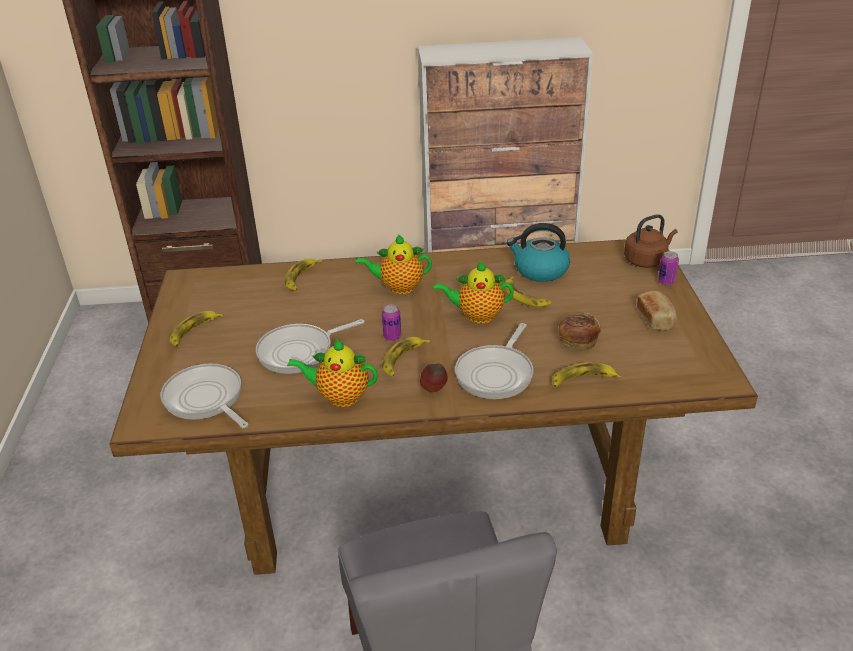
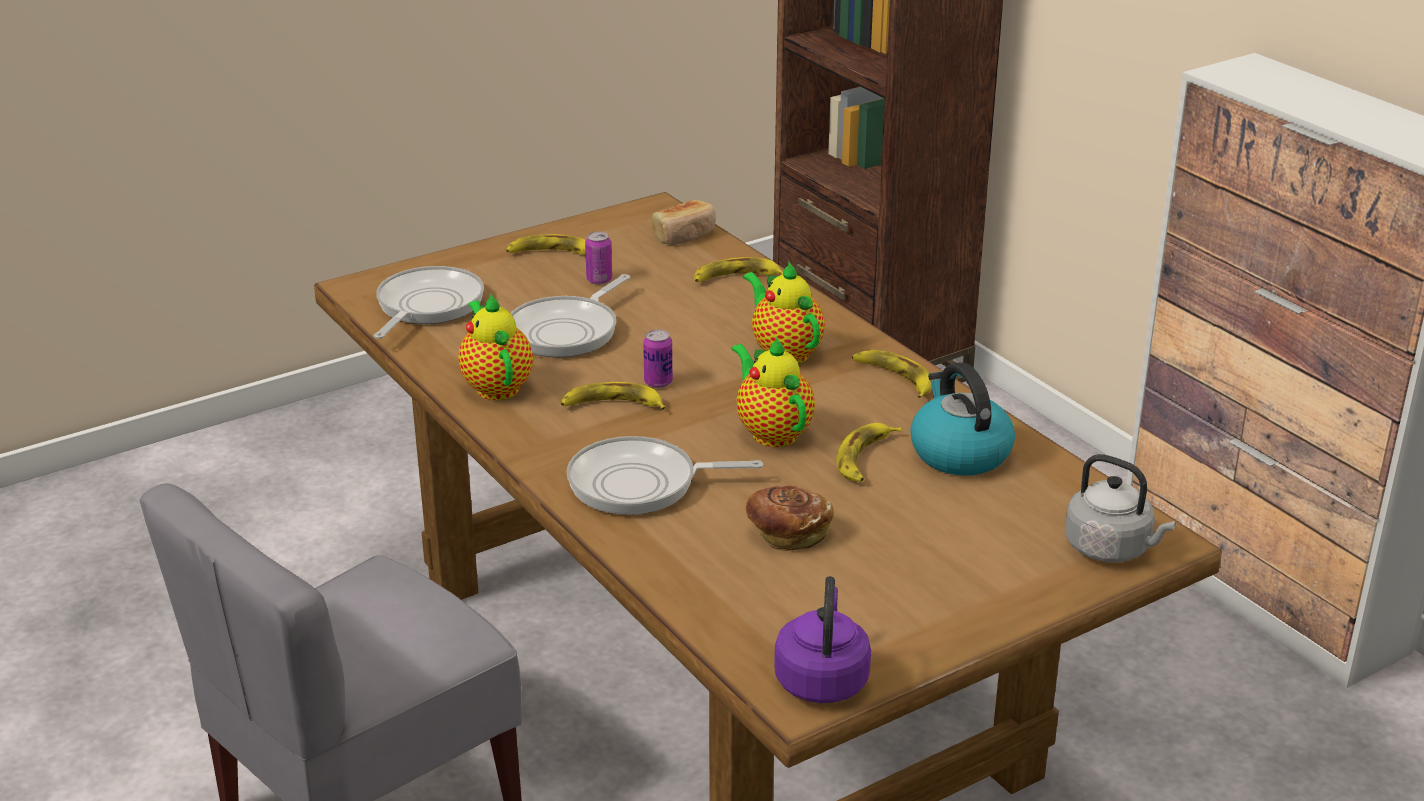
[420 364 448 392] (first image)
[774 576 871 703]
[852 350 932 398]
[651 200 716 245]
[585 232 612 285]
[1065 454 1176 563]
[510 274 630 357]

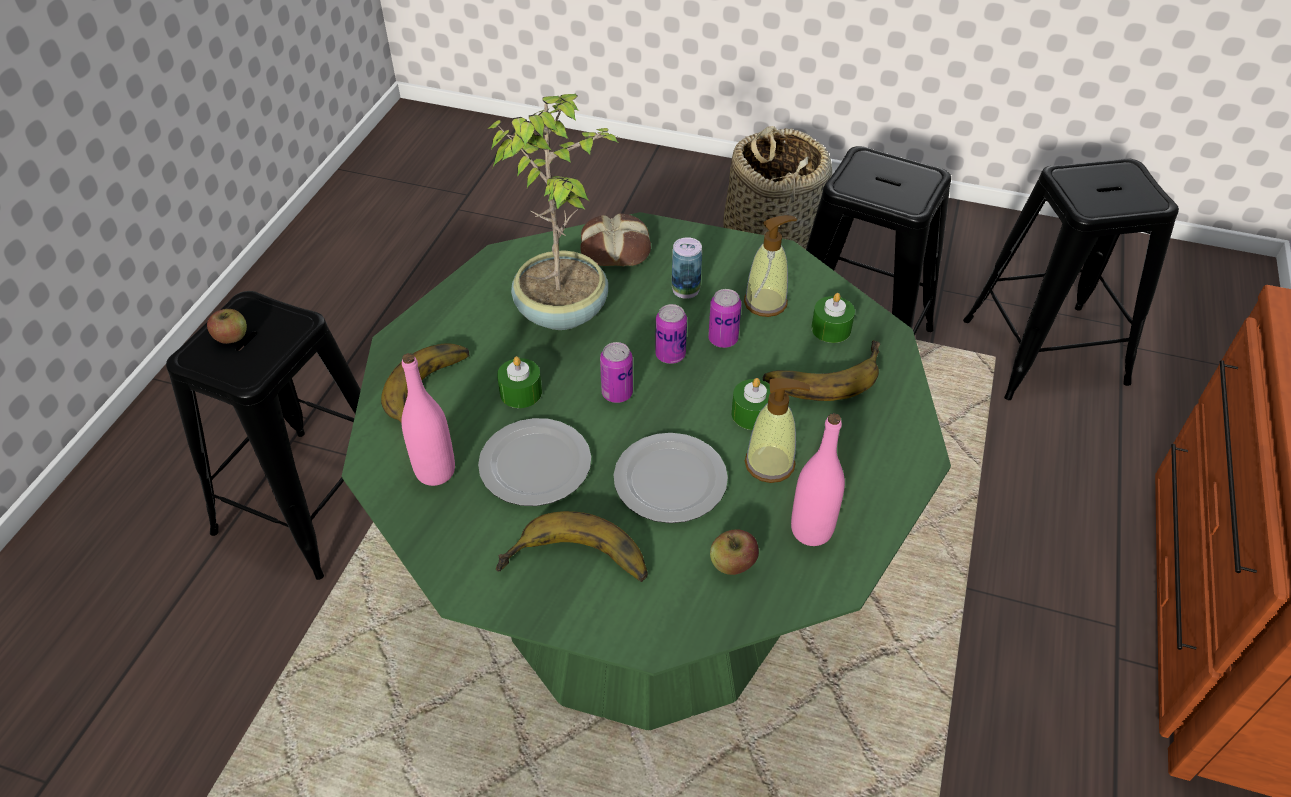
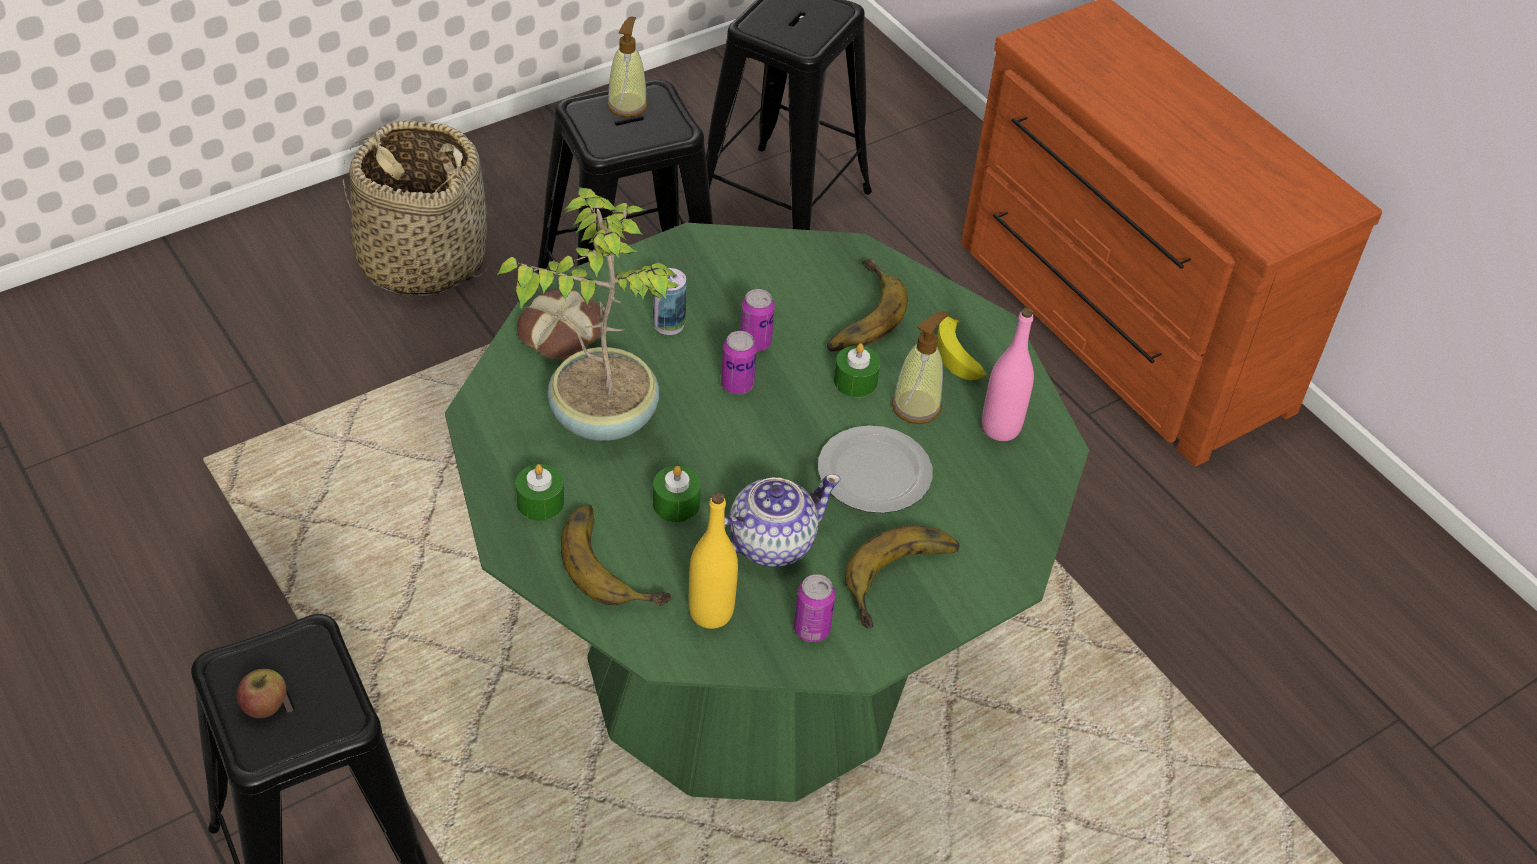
[710 529 759 575] (first image)
[937 317 987 380]
[794 574 836 642]
[607 16 648 117]
[515 464 564 521]
[724 474 841 567]
[689 493 738 629]

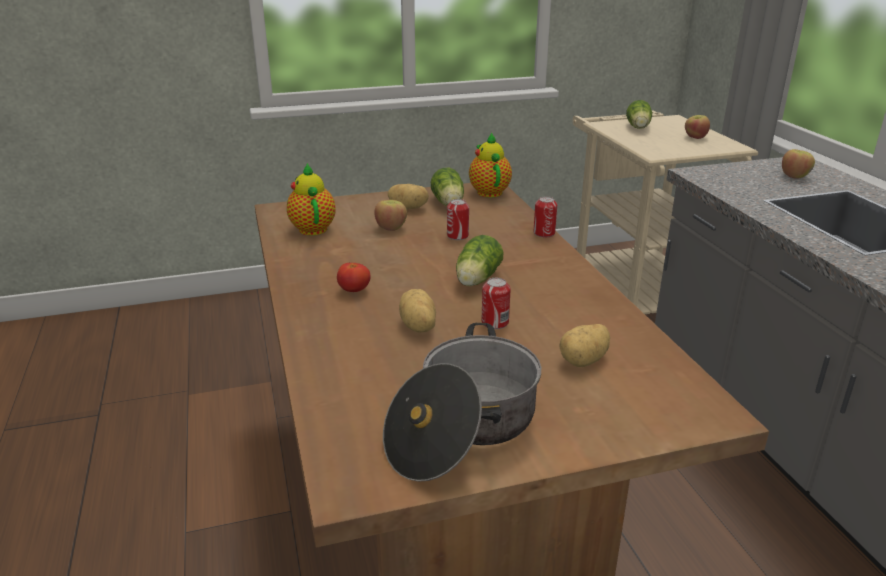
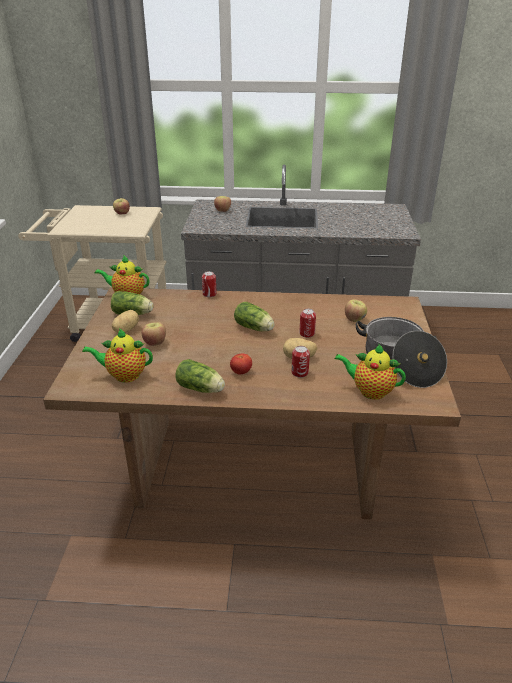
[335 343 406 400]
[291 346 310 378]
[175 359 225 393]
[345 299 367 322]

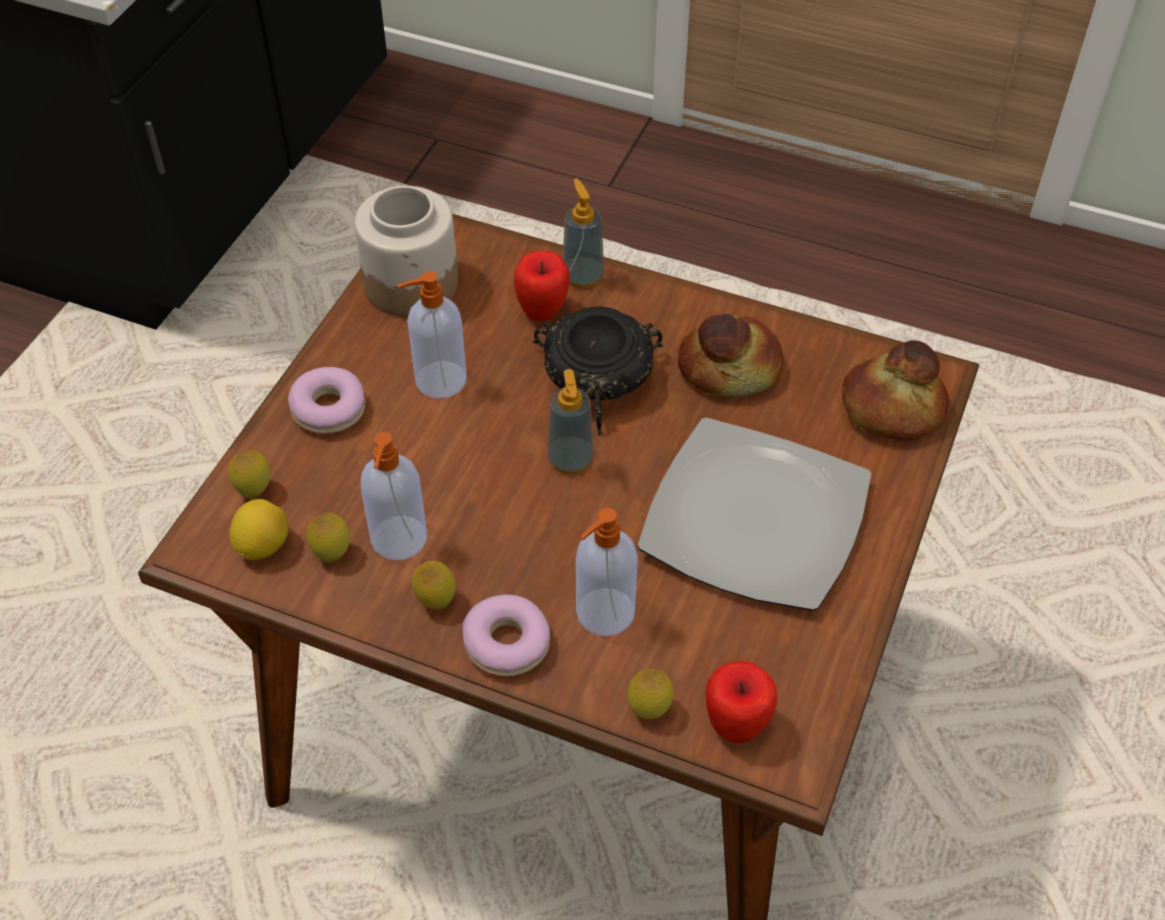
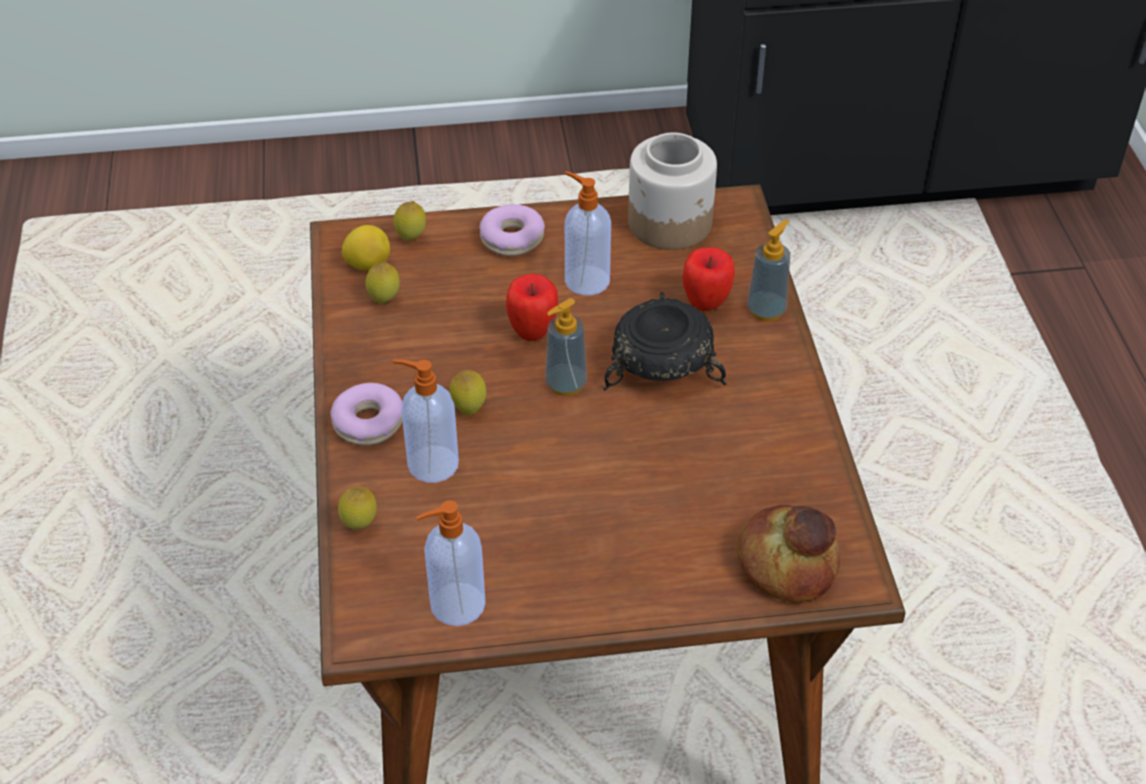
[638 417 871 611] (first image)
[678 314 783 397] (first image)
[416 500 486 626]
[450 370 486 415]
[506 274 558 341]

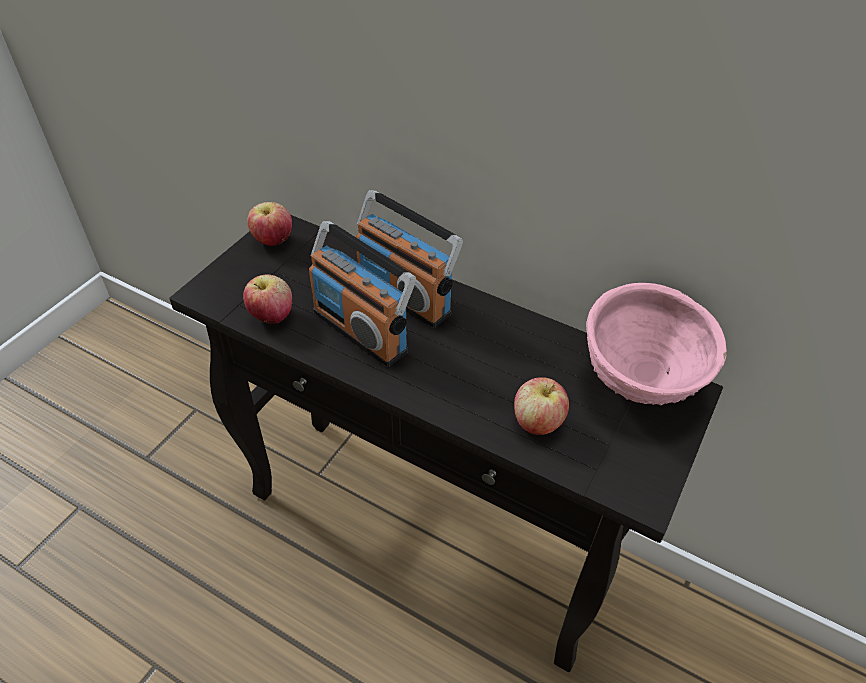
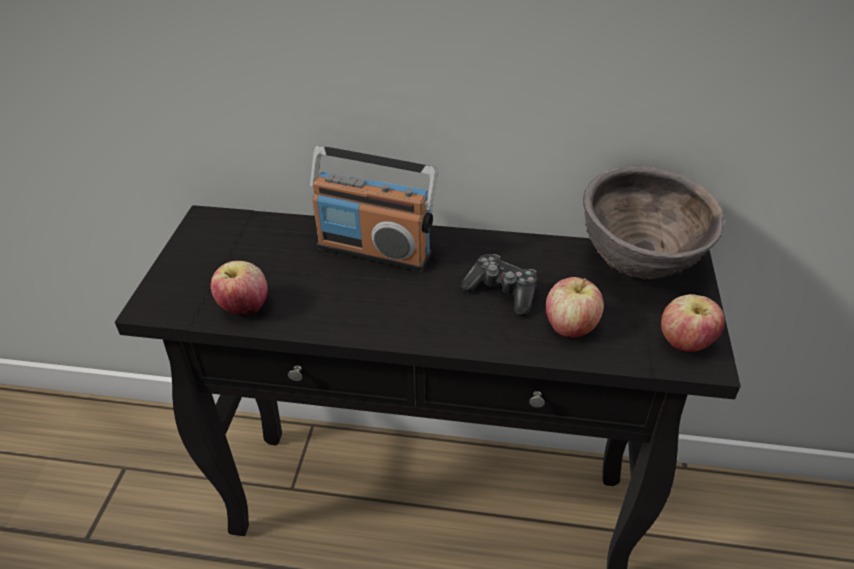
[309 221 416 367] (first image)
[460 254 537 316]
[661 294 725 352]
[583 165 724 280]

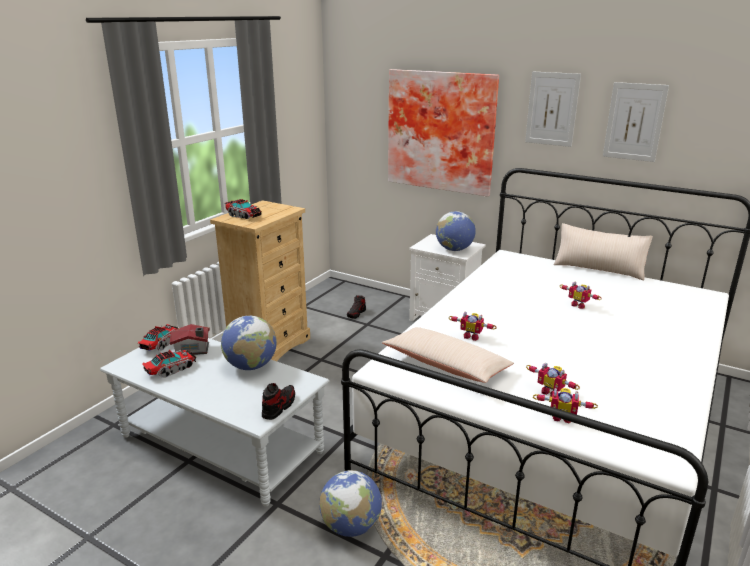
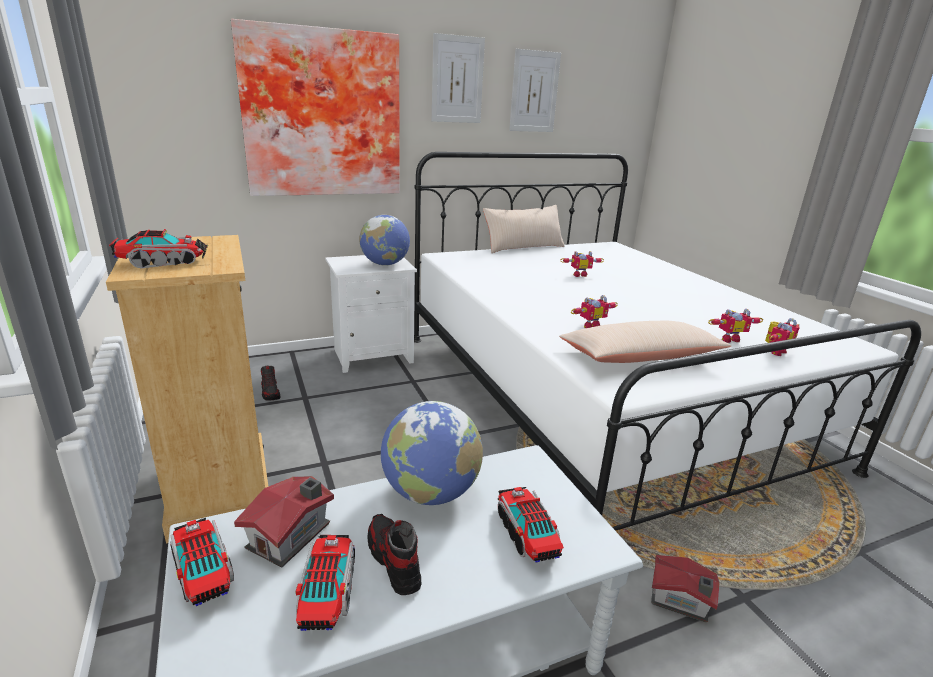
[498 487 564 563]
[367 514 422 595]
[651 555 719 623]

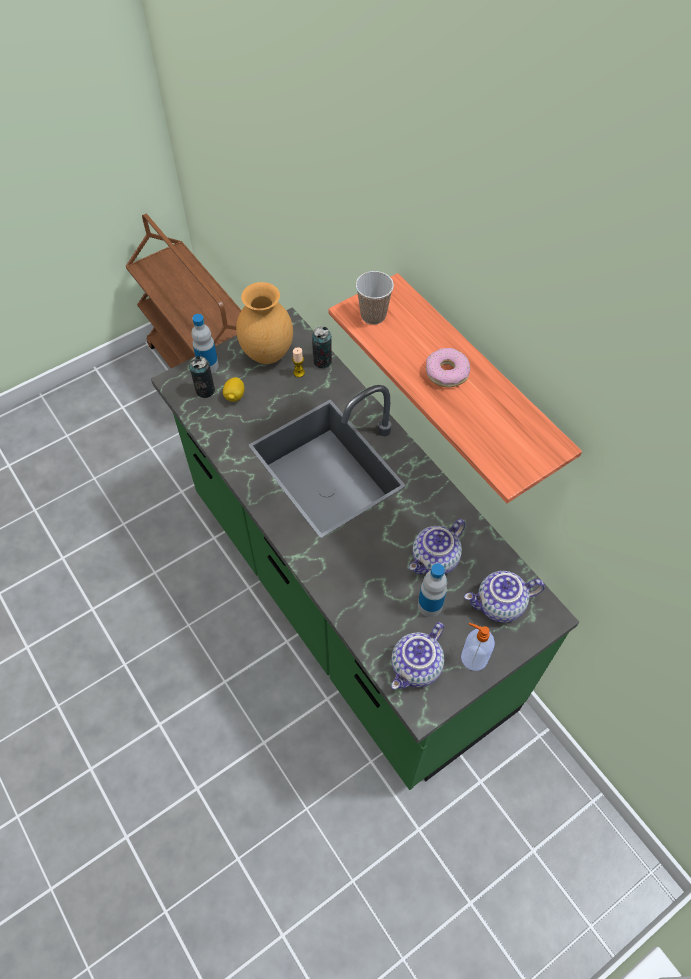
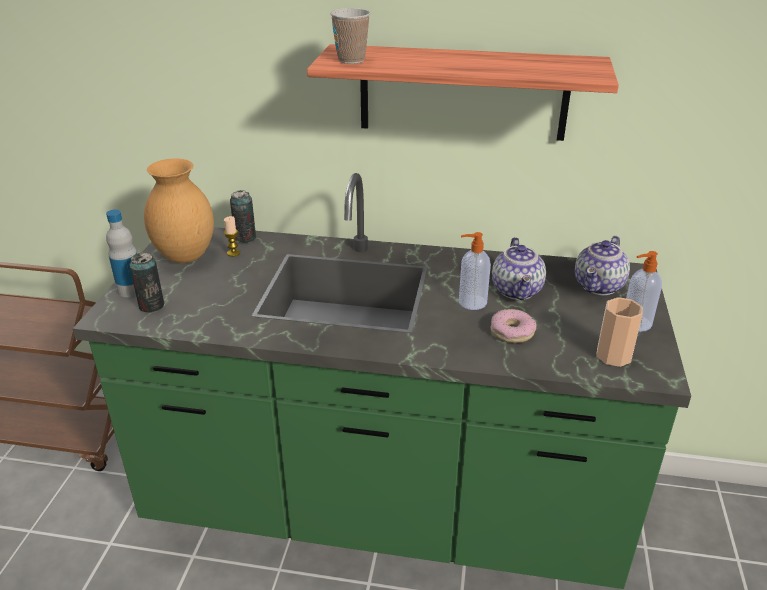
[223 377 245 402] (first image)
[418 563 447 617] (first image)
[459 232 491 310]
[491 309 536 343]
[596 297 643 367]

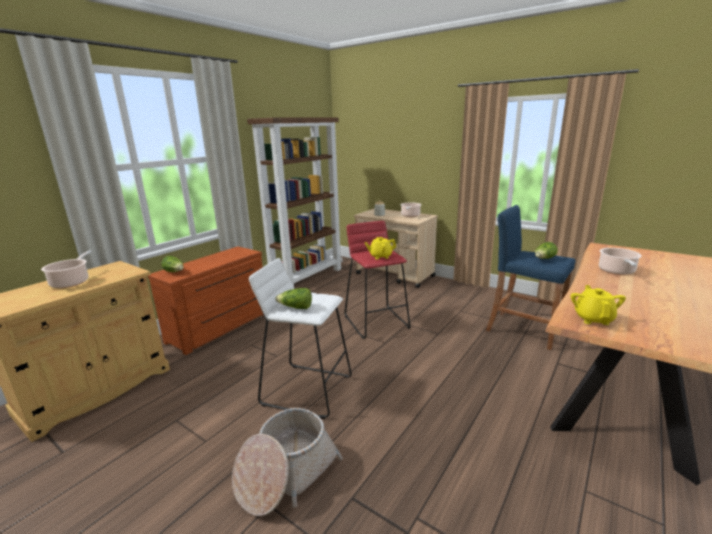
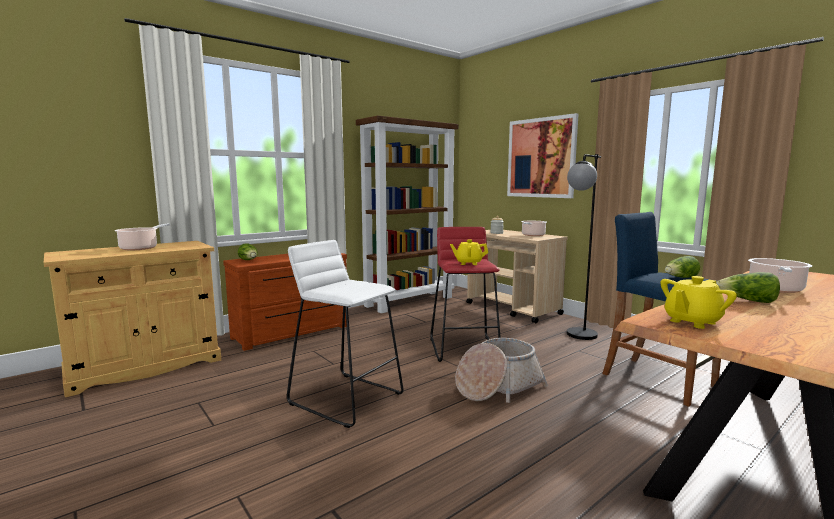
[507 113 579 198]
[567 154 601 340]
[455 338 548 403]
[716 272 780 303]
[660 276 737 329]

